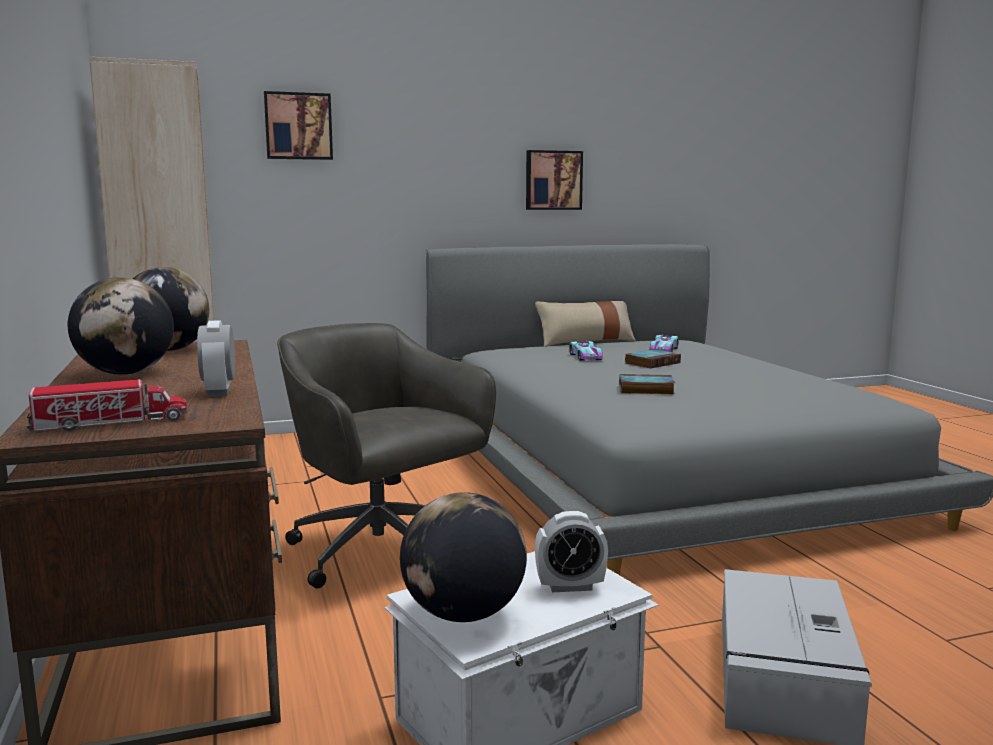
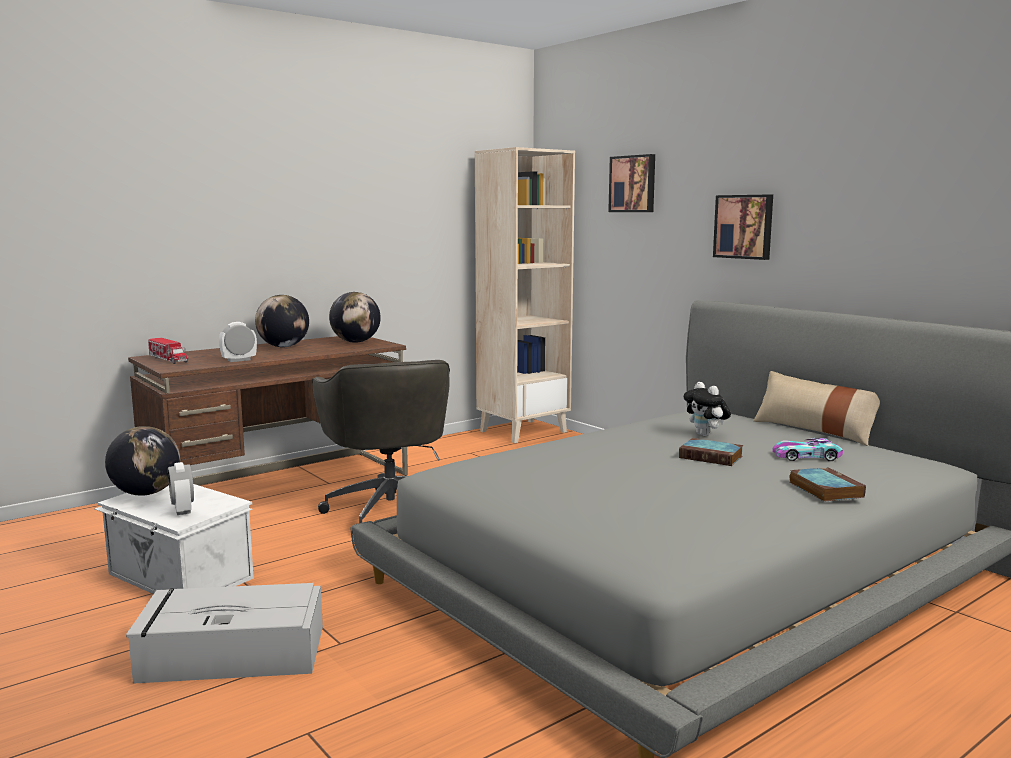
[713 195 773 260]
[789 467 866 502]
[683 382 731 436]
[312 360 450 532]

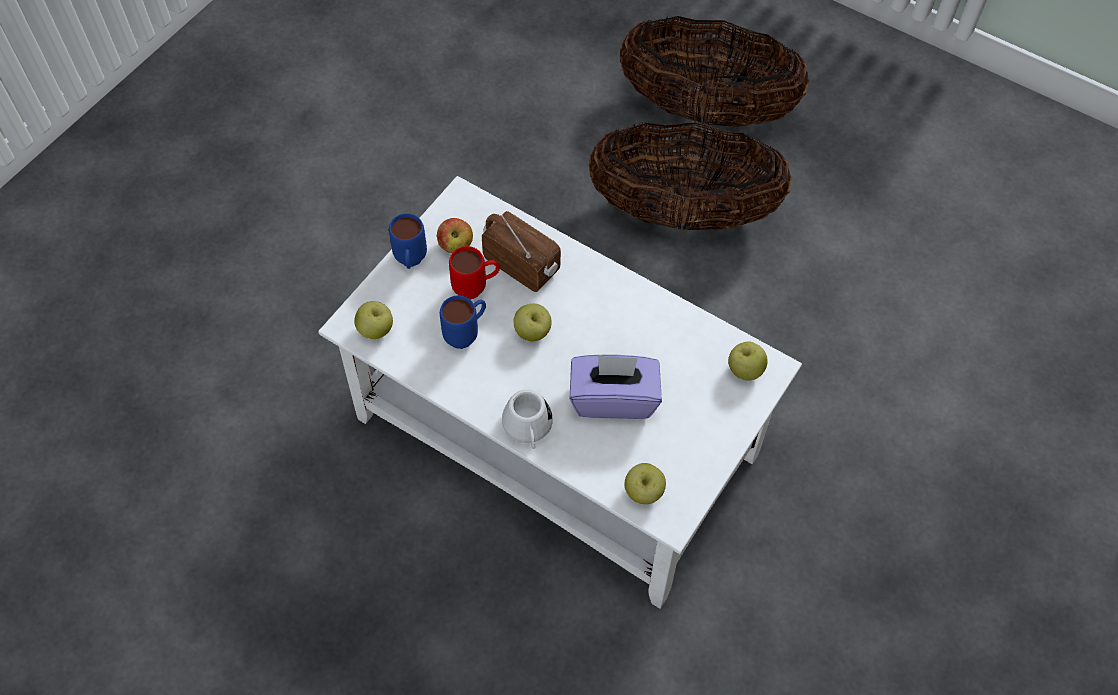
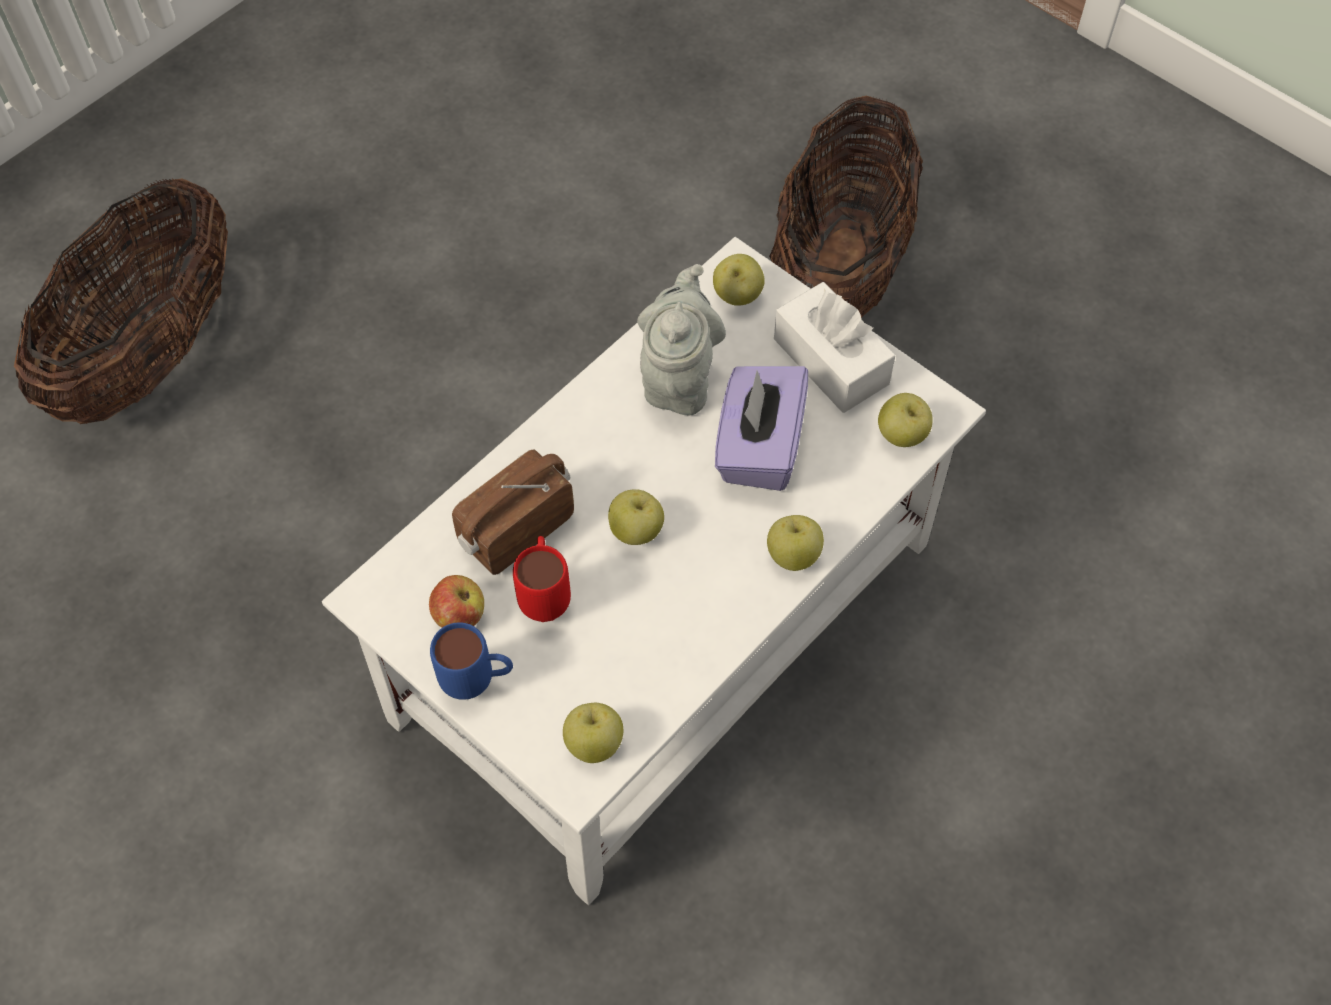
[440 295 486 349] (first image)
[637 264 726 415]
[774 282 895 413]
[769 96 923 318]
[767 515 824 571]

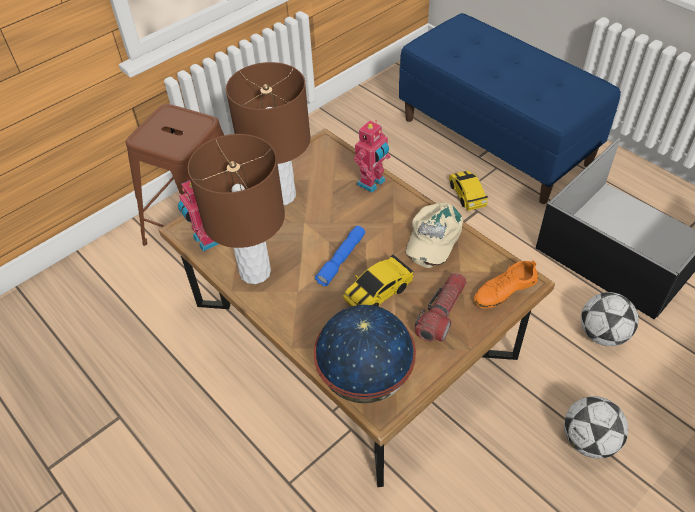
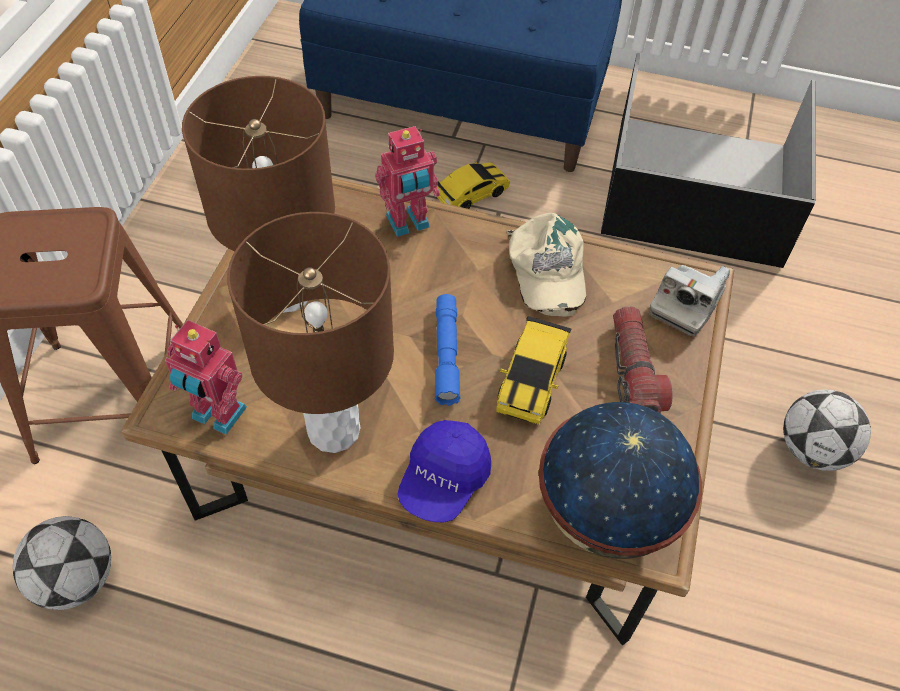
[398 420 491 522]
[13 516 111 610]
[649 265 730 336]
[375 126 440 237]
[437 160 510 209]

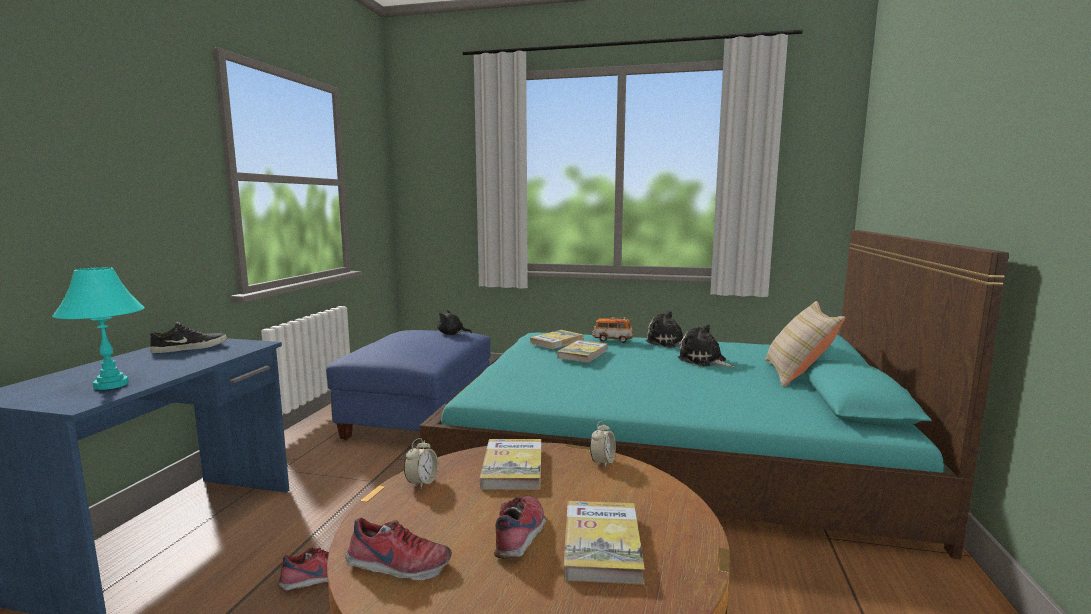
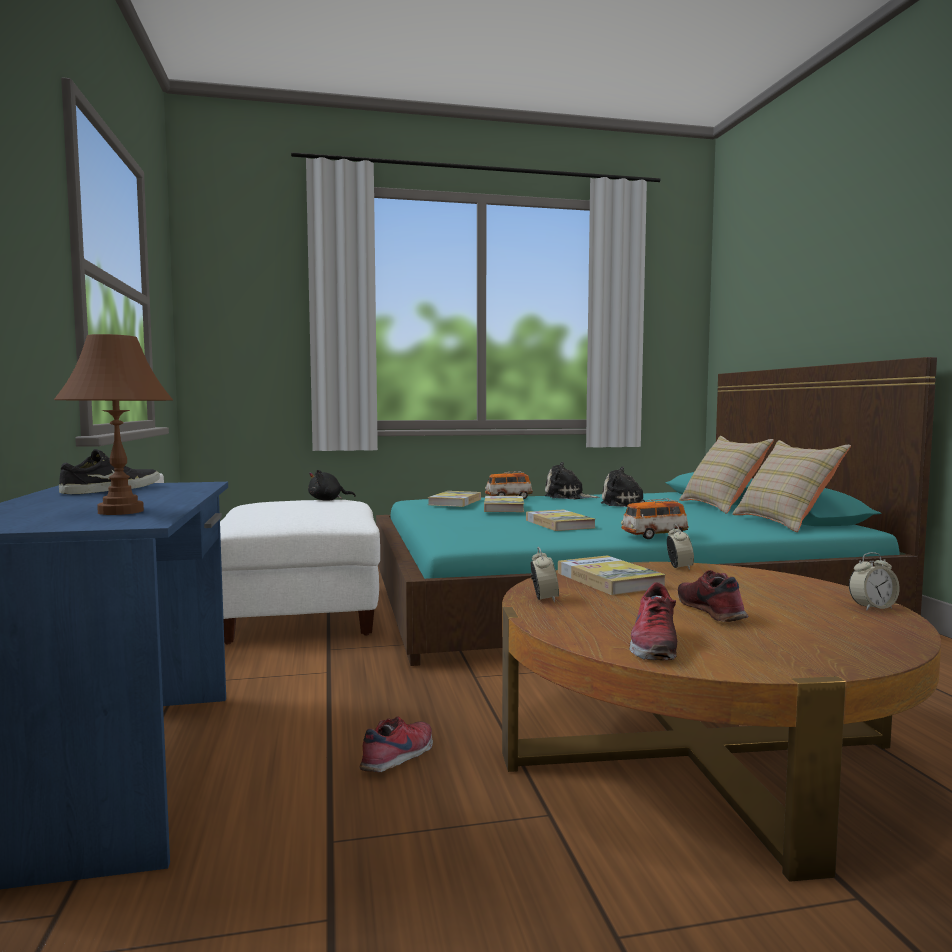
[621 498 689 539]
[732 440 851 532]
[849 552 900 611]
[526 509 595 531]
[54 334 173 515]
[220 500 380 645]
[629 582 677 660]

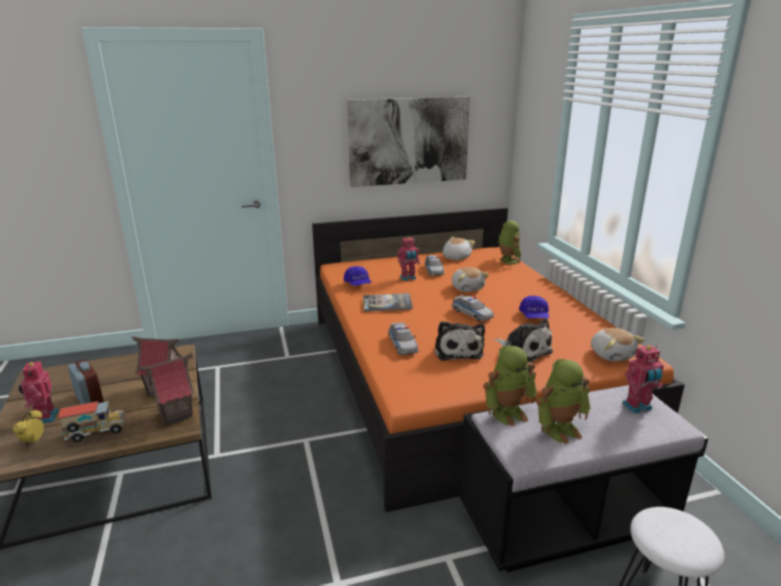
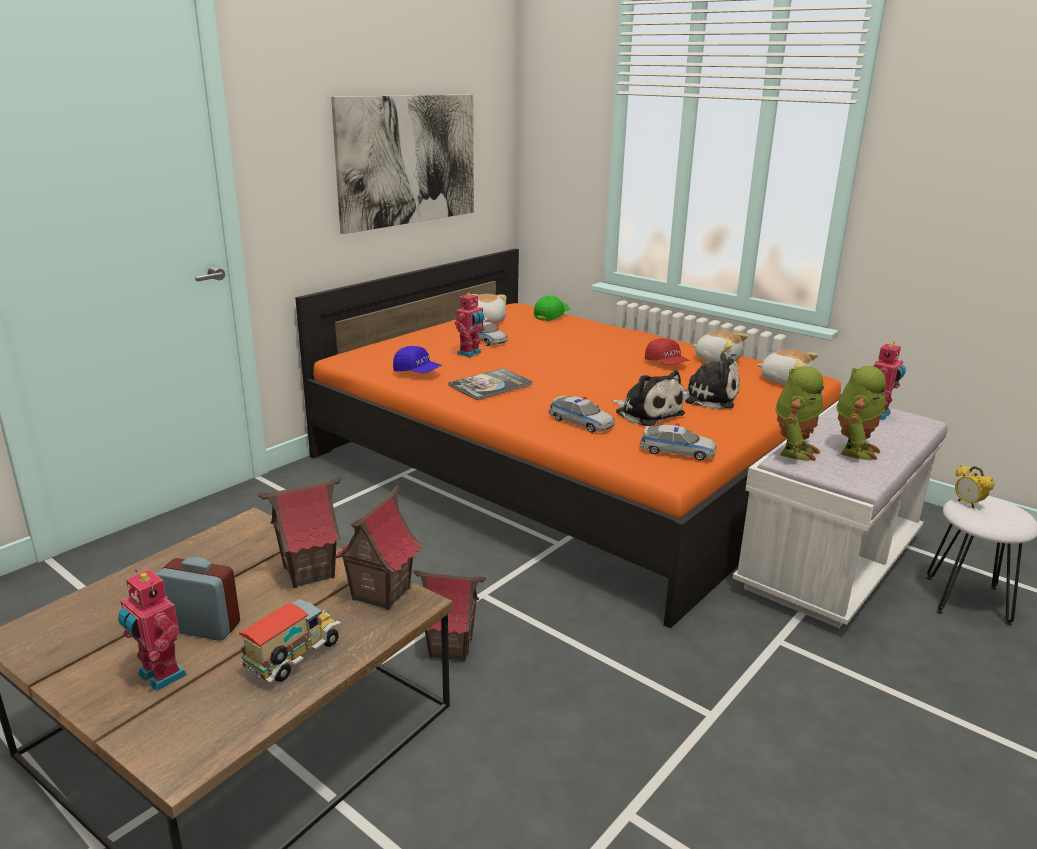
[413 570 486 662]
[955 465 995 509]
[692 331 748 362]
[639 423 717 461]
[534 296 570 321]
[733 400 948 628]
[645 338 690 365]

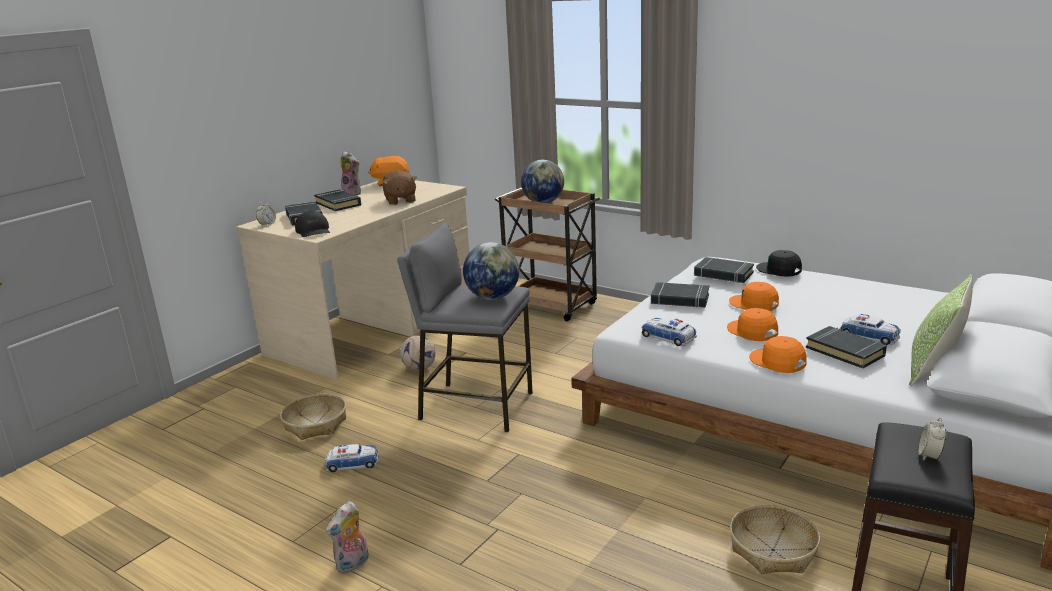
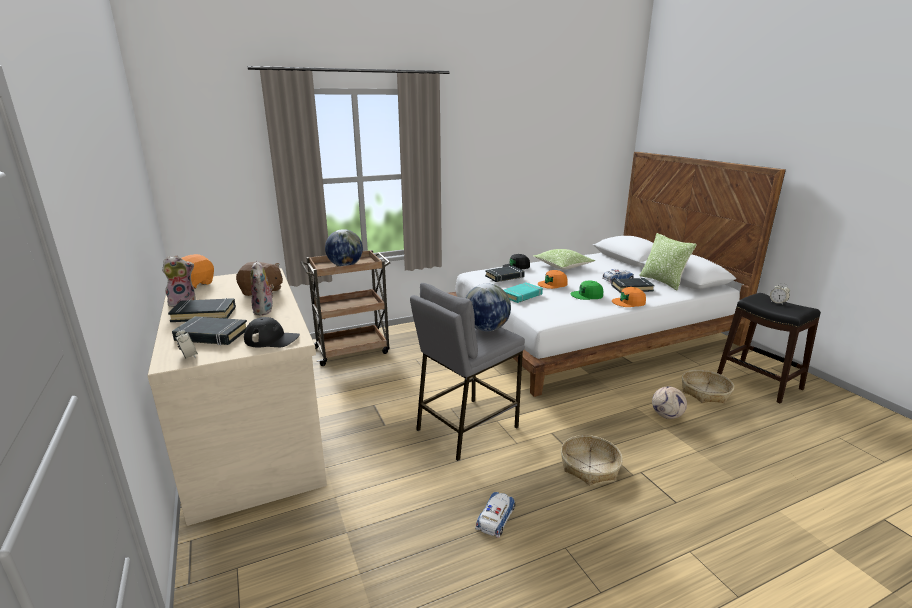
[642 318 697 346] (first image)
[533 249 595 270]
[561 435 623 485]
[250 260 274 316]
[652 386 687 419]
[504 282 543 303]
[571 280 603 300]

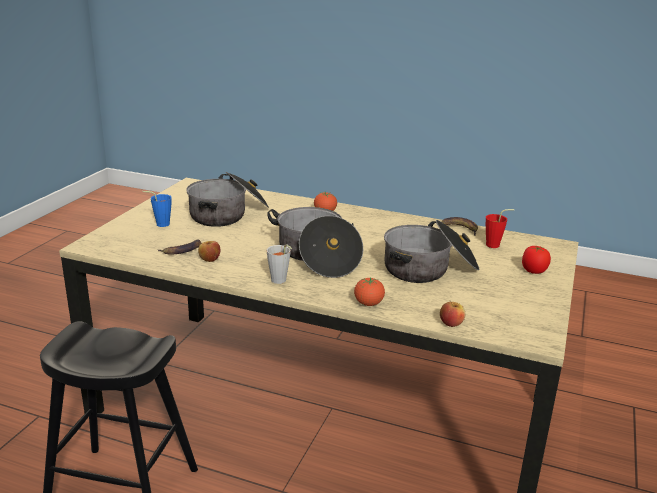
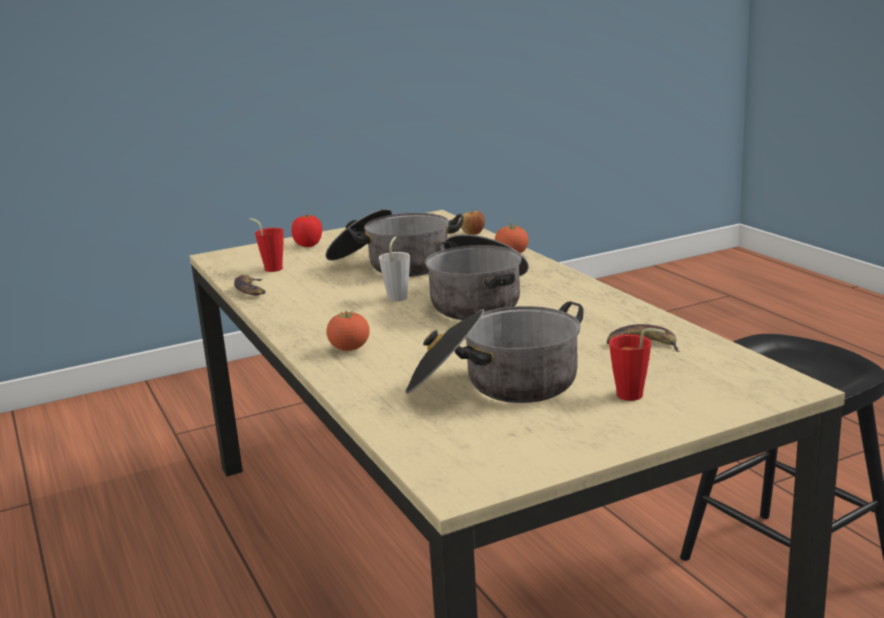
[198 241 220 262] (first image)
[379 237 410 302]
[609 328 665 401]

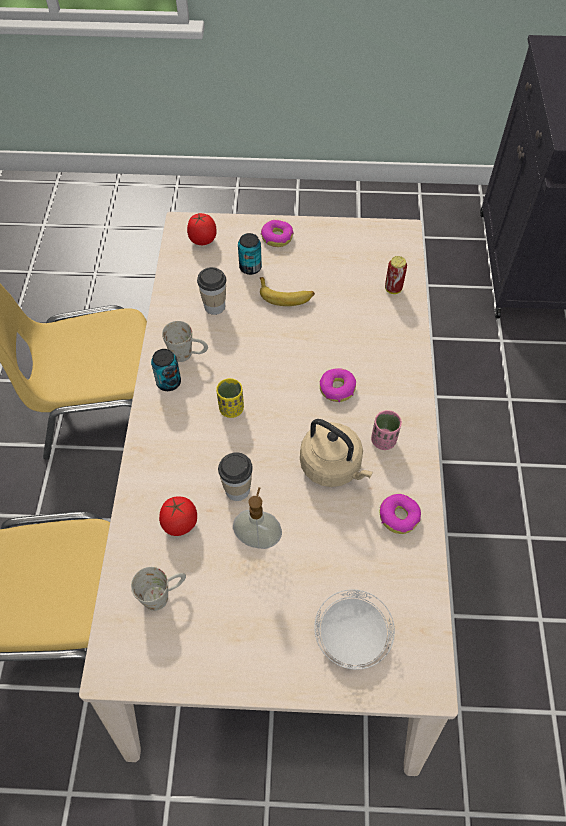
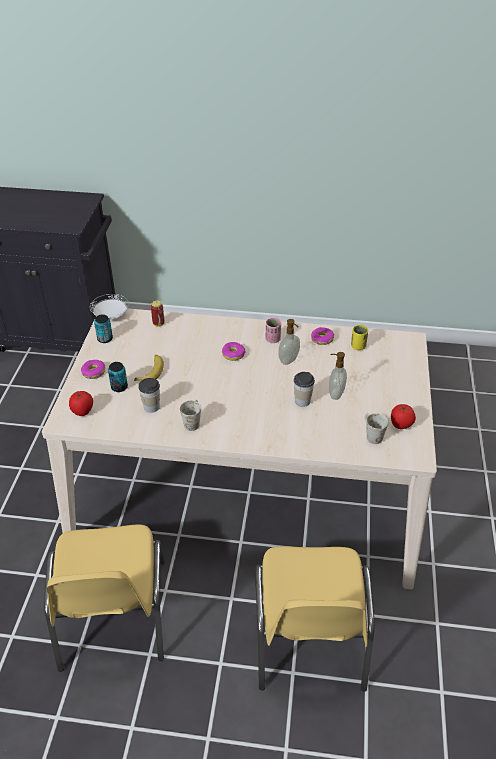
[94 314 113 343]
[391 404 416 429]
[351 325 368 350]
[90 294 129 319]
[278 319 300 365]

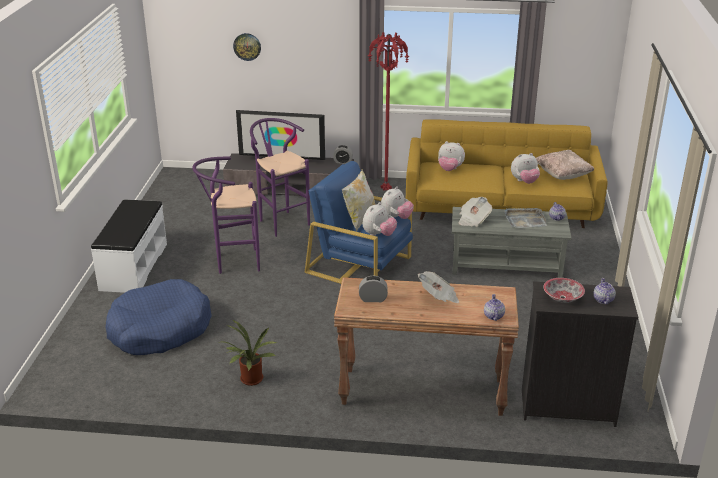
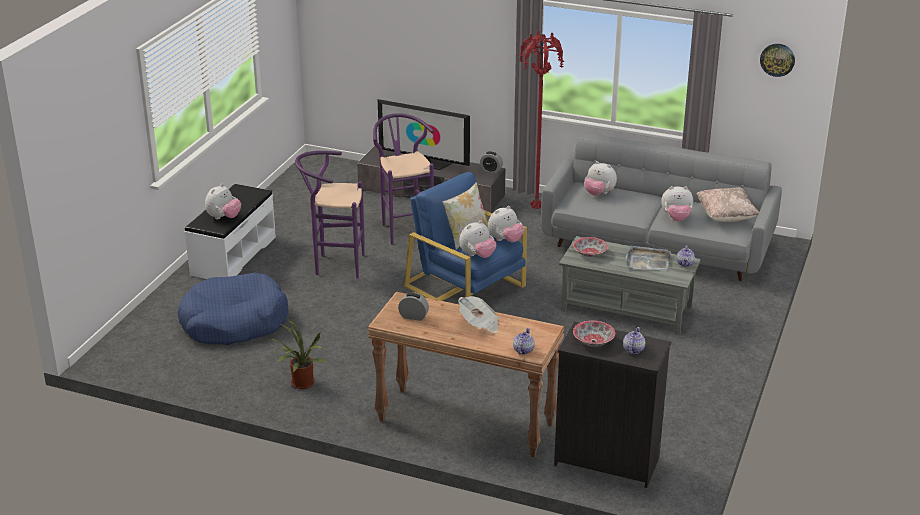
[205 184 241 220]
[760 44 795 77]
[573 237 608 257]
[541 133 782 281]

